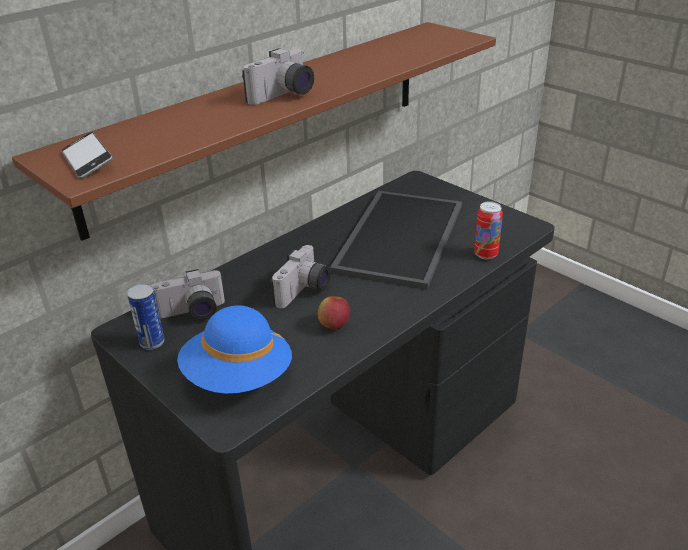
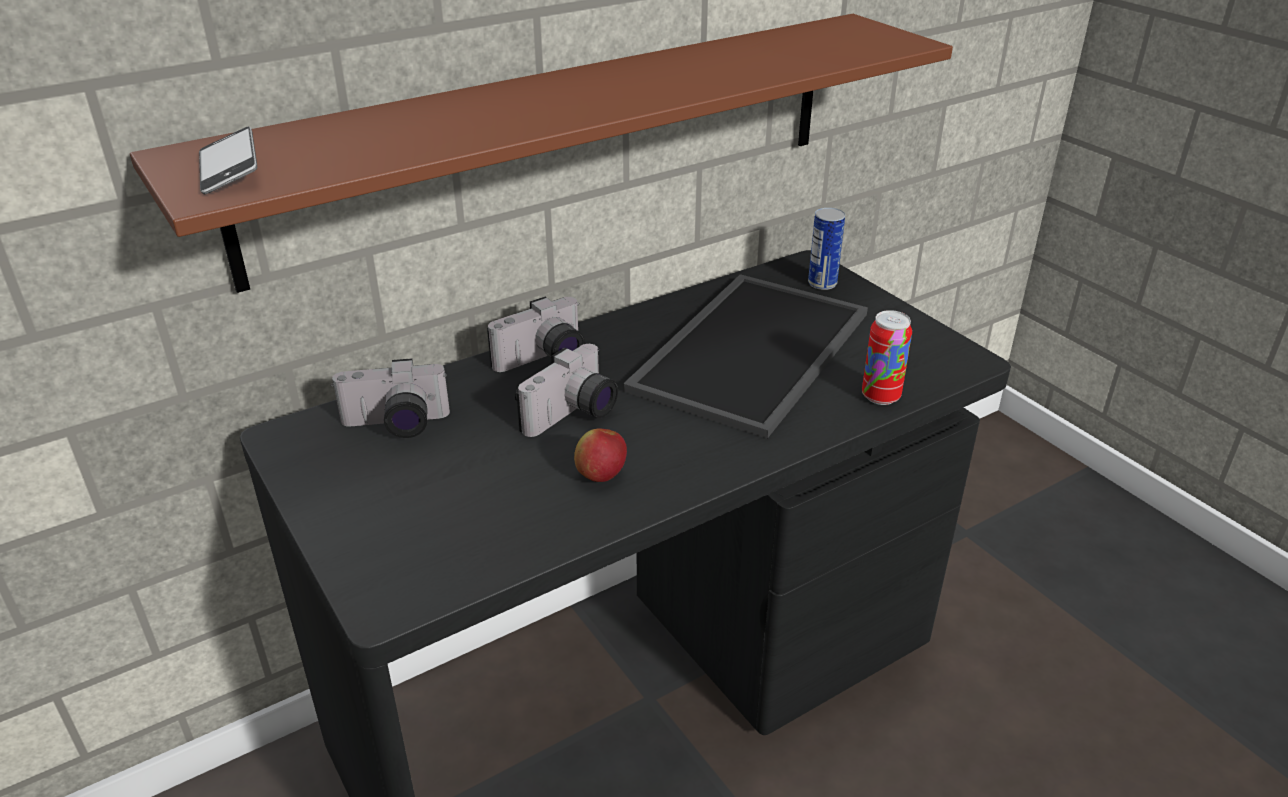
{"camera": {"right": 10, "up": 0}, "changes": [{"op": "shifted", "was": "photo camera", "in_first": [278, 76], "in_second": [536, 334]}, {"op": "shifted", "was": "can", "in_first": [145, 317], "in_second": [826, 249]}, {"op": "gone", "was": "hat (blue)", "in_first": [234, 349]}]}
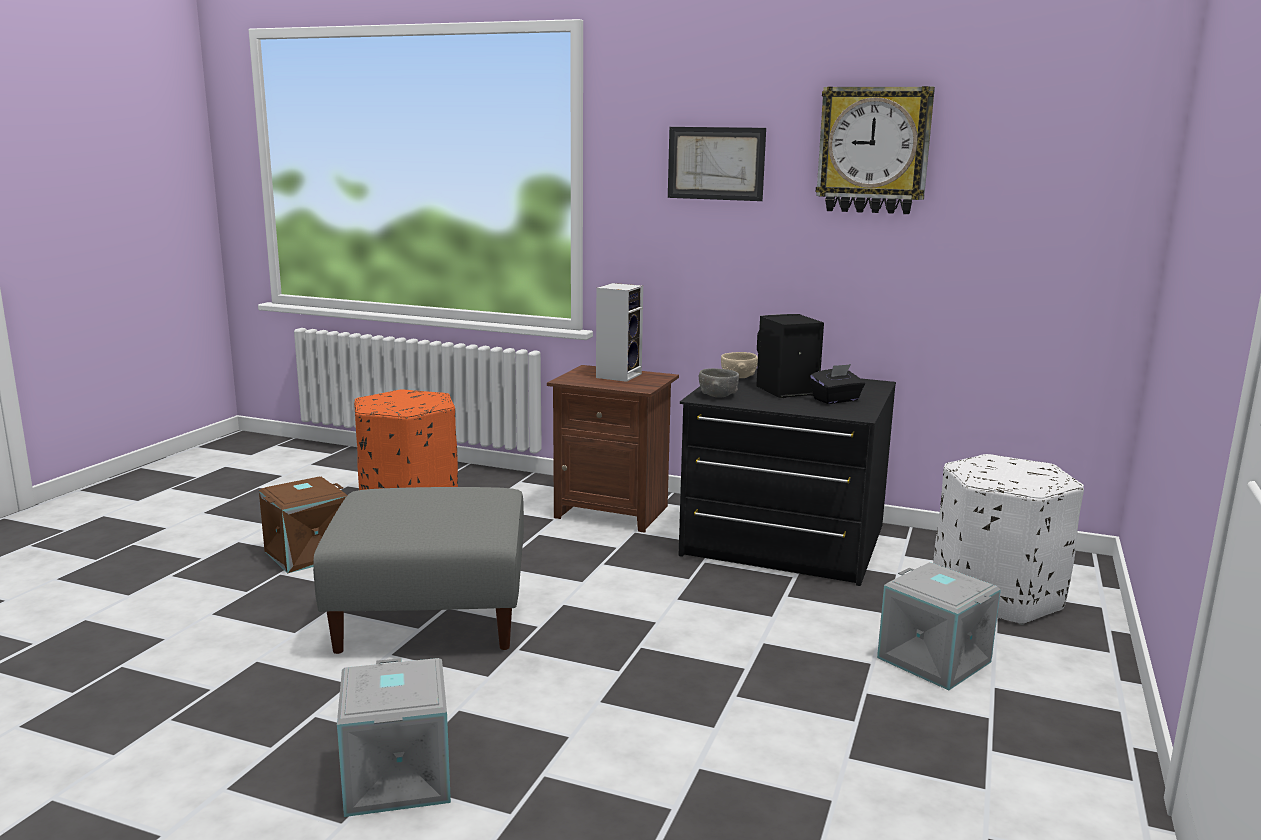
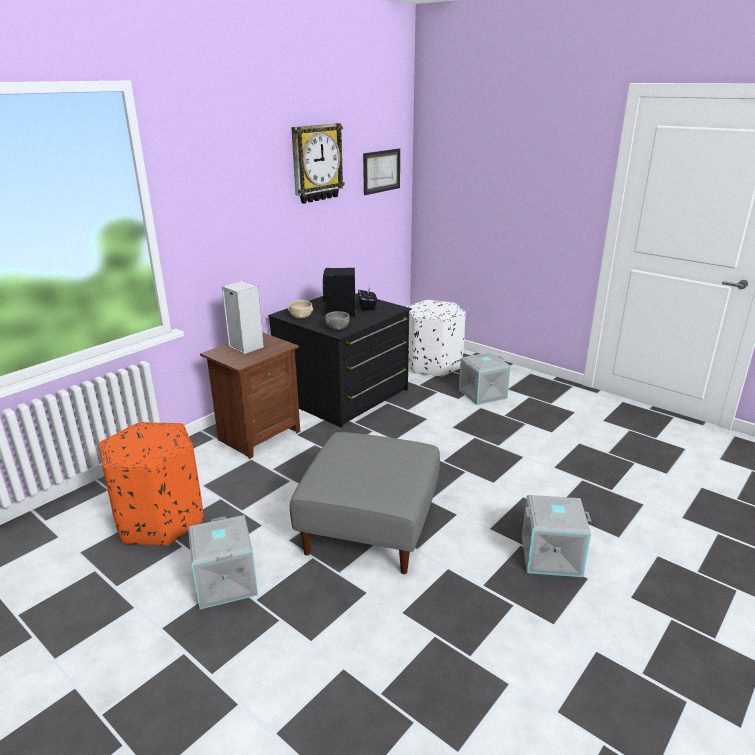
{"camera": {"right": -70, "up": 10}, "changes": [{"op": "shifted", "was": "picture", "in_first": [717, 164], "in_second": [381, 172]}, {"op": "repainted", "was": "storage box (brown)", "now": "storage box (grey)", "in_first": [303, 525], "in_second": [223, 562]}]}
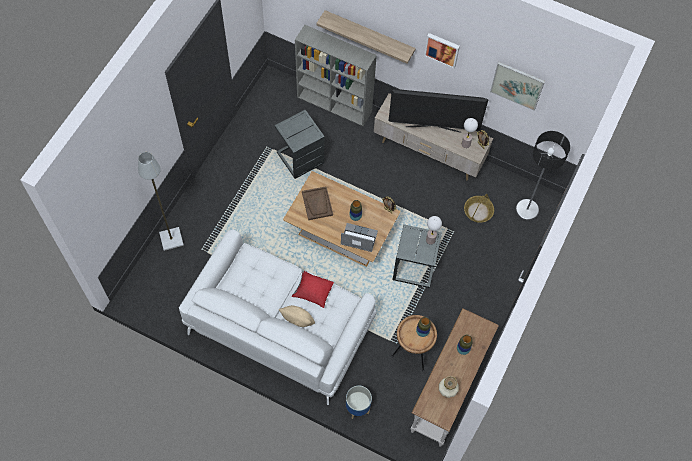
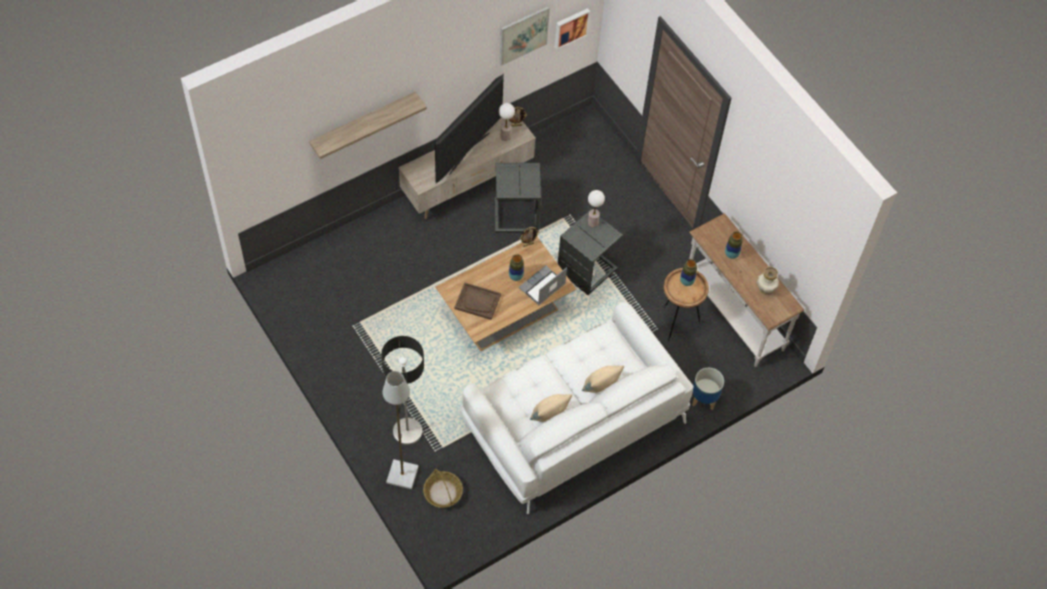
{"camera": {"right": -60, "up": -5}, "changes": [{"op": "gone", "was": "bookcase (grey)", "in_first": [336, 75]}, {"op": "shifted", "was": "picture", "in_first": [442, 51], "in_second": [572, 29]}, {"op": "shifted", "was": "side table (grey)", "in_first": [300, 144], "in_second": [518, 198]}, {"op": "shifted", "was": "floor lamp", "in_first": [543, 175], "in_second": [402, 390]}, {"op": "shifted", "was": "basket", "in_first": [479, 208], "in_second": [443, 488]}, {"op": "gone", "was": "pillow (red)", "in_first": [313, 289]}, {"op": "new", "now": "pillow (beige)", "in_second": [551, 408]}]}
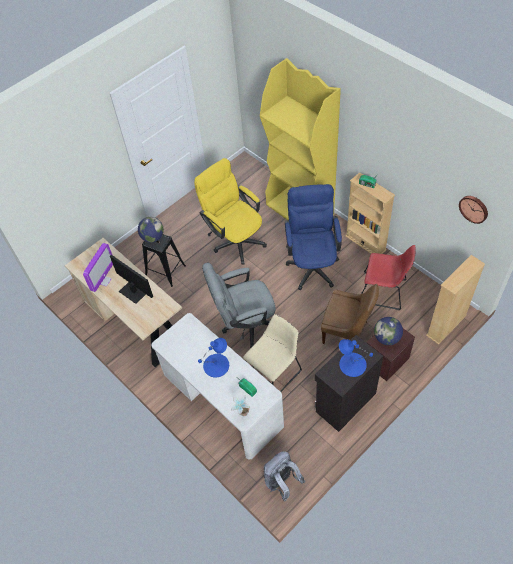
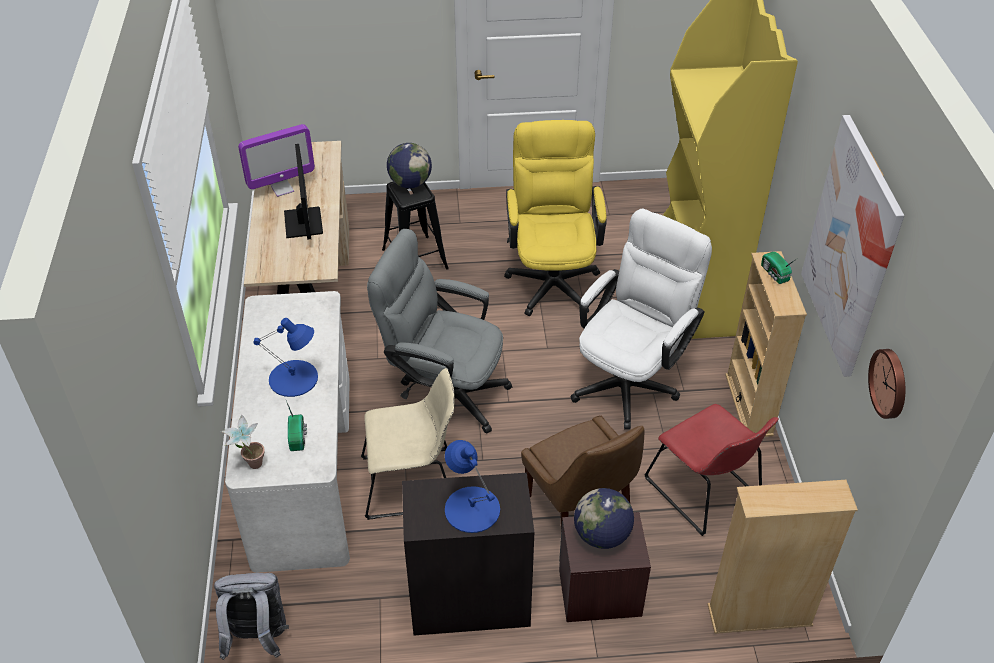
{"camera": {"right": 35, "up": -10}, "changes": [{"op": "repainted", "was": "office chair (blue)", "now": "office chair (white)", "in_first": [313, 237], "in_second": [641, 319]}, {"op": "new", "now": "picture", "in_second": [852, 246]}]}
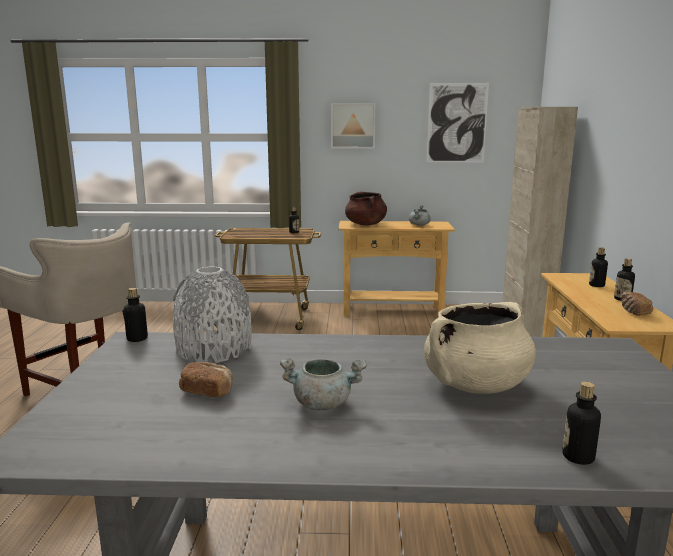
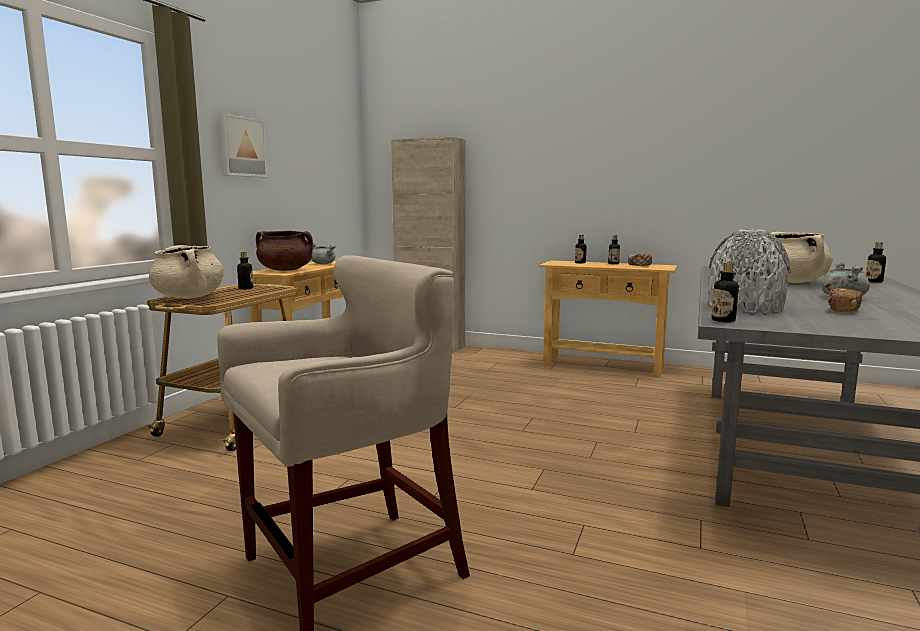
{"camera": {"right": -70, "up": -5}, "changes": [{"op": "gone", "was": "picture", "in_first": [458, 123]}, {"op": "new", "now": "cooking pot (beige)", "in_second": [186, 272]}]}
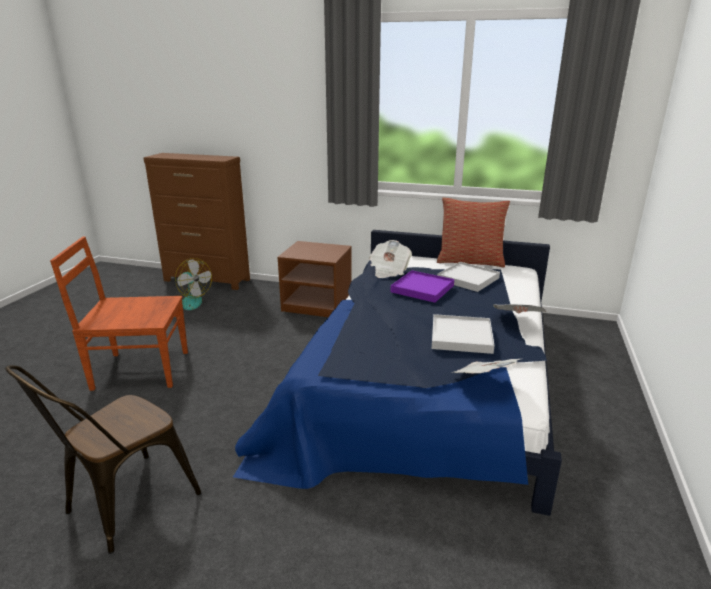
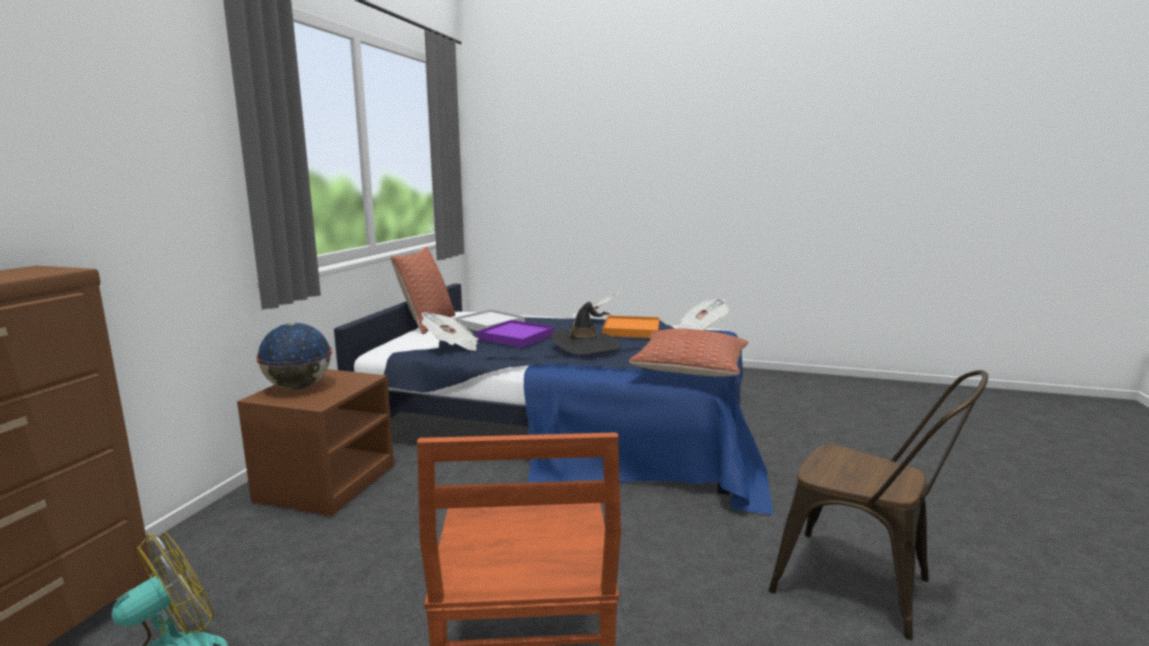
{"camera": {"right": -90, "up": -10}, "changes": [{"op": "repainted", "was": "tray (white)", "now": "tray (orange)", "in_first": [463, 334], "in_second": [630, 326]}, {"op": "new", "now": "hat (black)", "in_second": [586, 328]}, {"op": "new", "now": "globe", "in_second": [294, 356]}, {"op": "new", "now": "pillow", "in_second": [688, 353]}]}
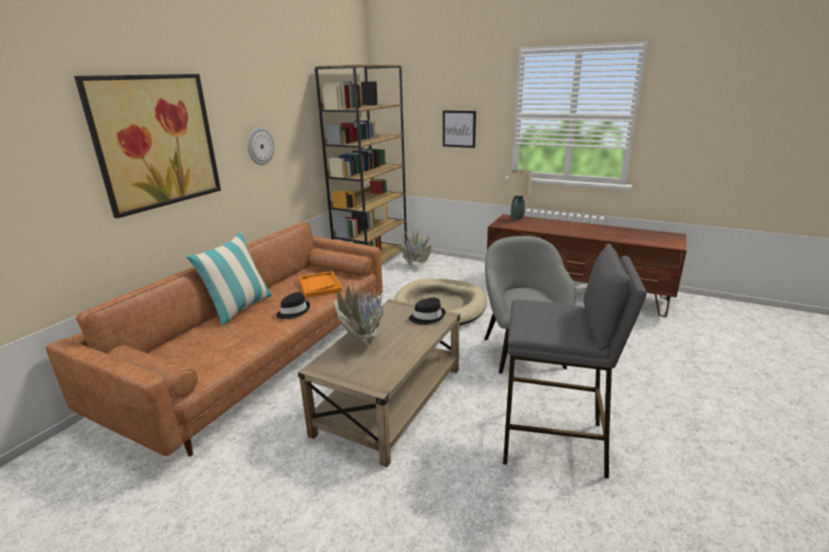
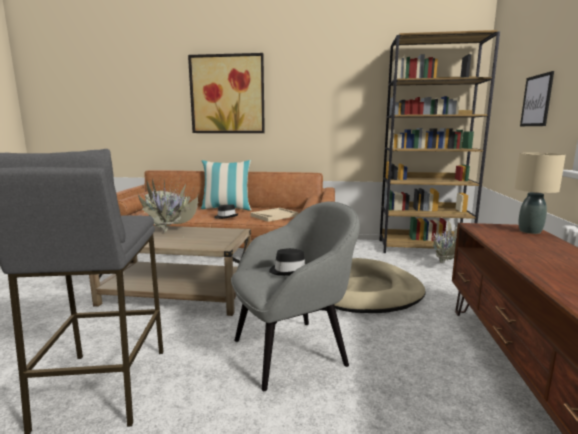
{"camera": {"right": 70, "up": -10}, "changes": [{"op": "gone", "was": "wall clock", "in_first": [261, 146]}, {"op": "repainted", "was": "tray (orange)", "now": "tray (beige)", "in_first": [320, 284], "in_second": [274, 215]}, {"op": "shifted", "was": "hat (black)", "in_first": [427, 311], "in_second": [287, 262]}]}
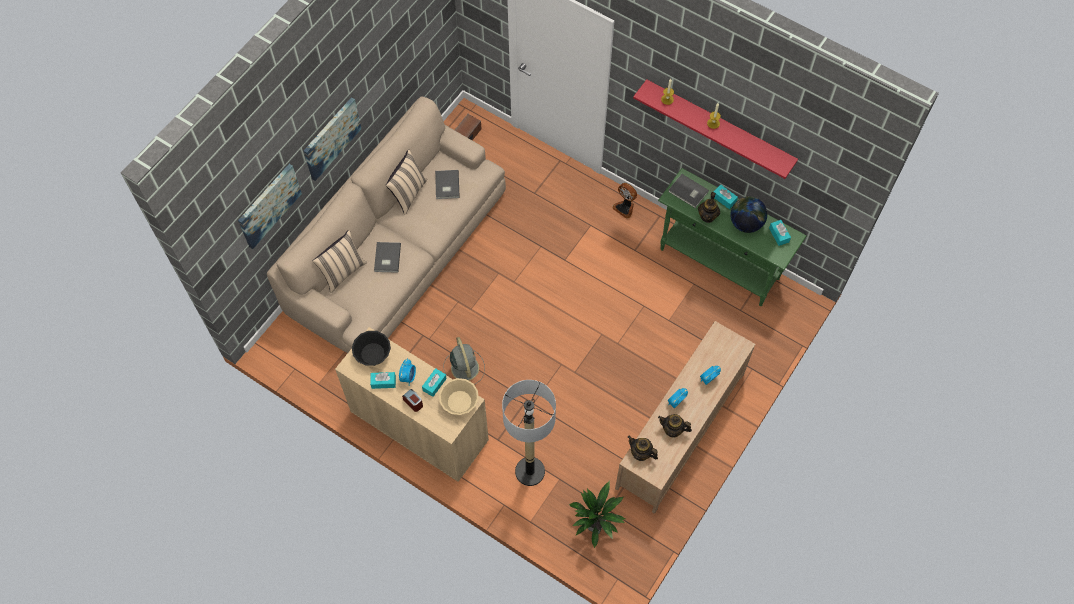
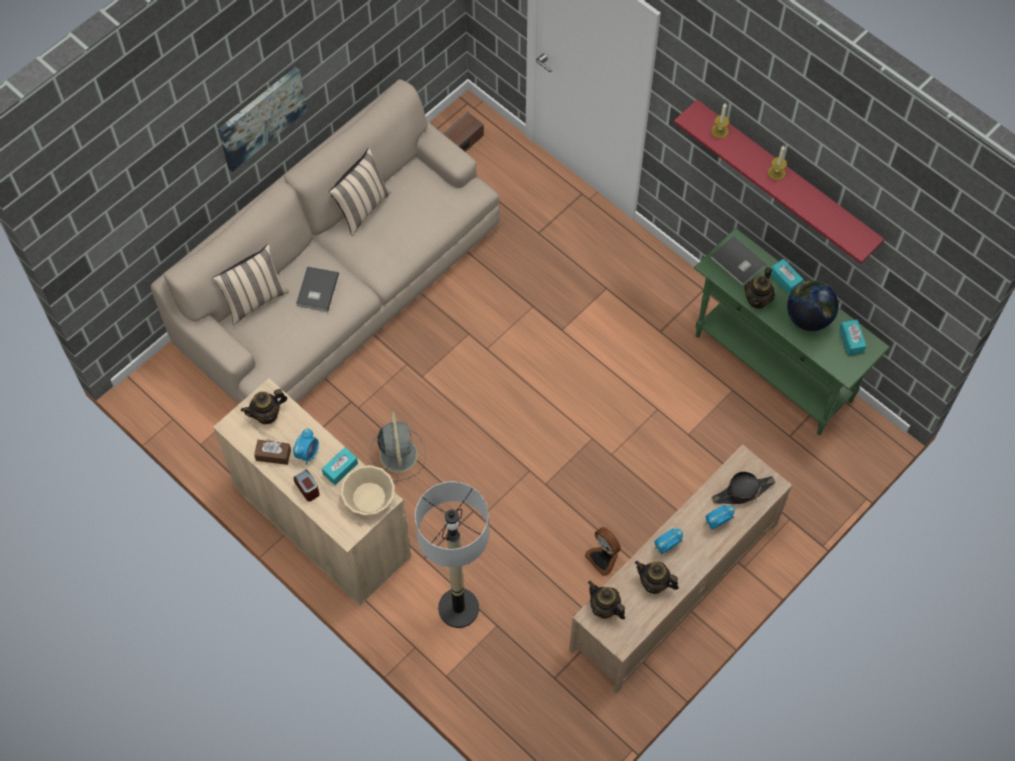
{"camera": {"right": 10, "up": 0}, "changes": [{"op": "gone", "was": "picture", "in_first": [270, 206]}, {"op": "gone", "was": "book (grey)", "in_first": [447, 184]}, {"op": "shifted", "was": "fan", "in_first": [624, 201], "in_second": [603, 551]}, {"op": "swapped", "was": "bowl (black)", "now": "teapot", "in_first": [371, 348], "in_second": [264, 406]}, {"op": "repainted", "was": "tissue box (turquoise)", "now": "tissue box (brown)", "in_first": [383, 380], "in_second": [272, 452]}, {"op": "gone", "was": "potted plant", "in_first": [597, 514]}, {"op": "new", "now": "hat (black)", "in_second": [743, 487]}]}
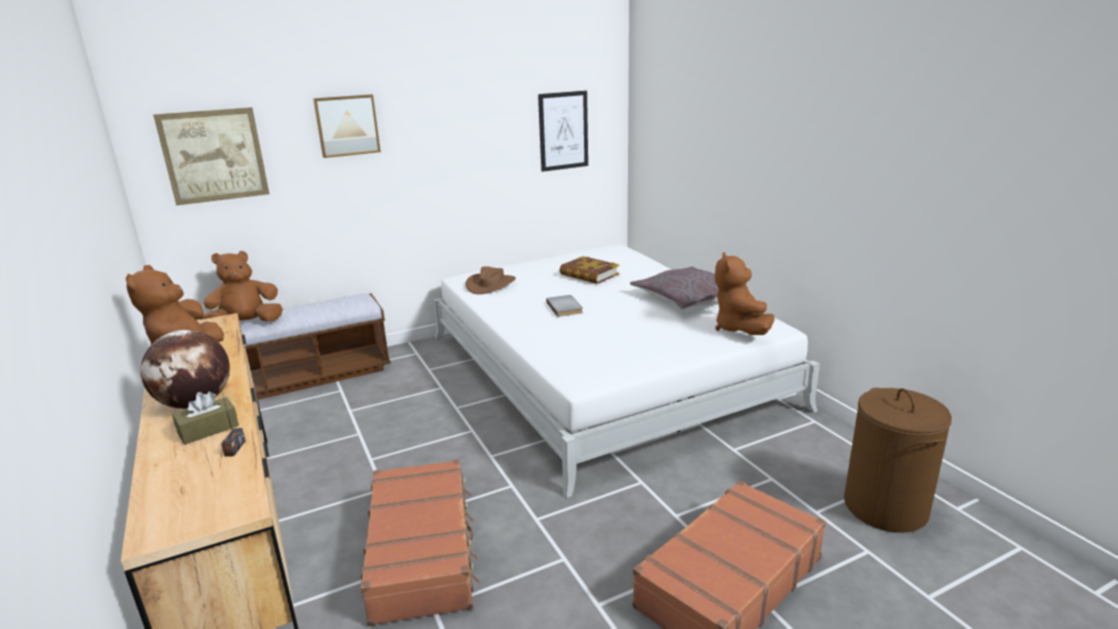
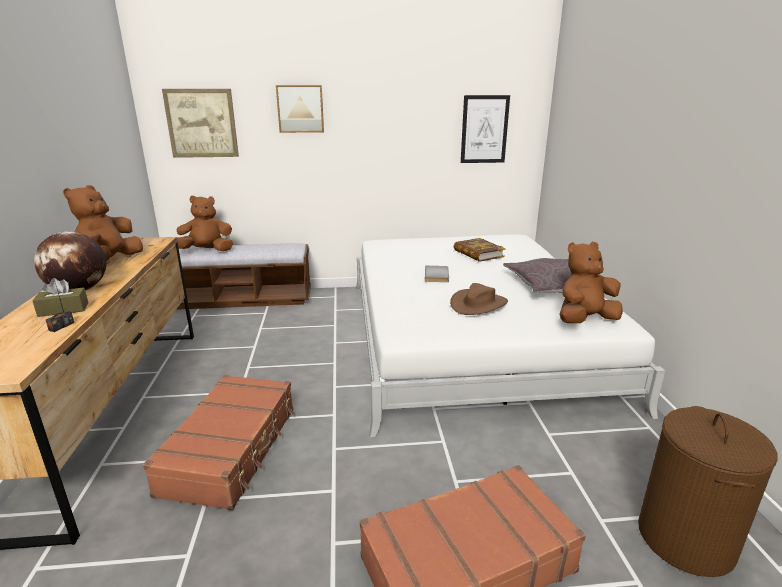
{"camera": {"right": 20, "up": 0}, "changes": [{"op": "rotated", "was": "plush toy (brown)", "in_first": [744, 293], "in_second": [591, 282], "clockwise": 45}, {"op": "shifted", "was": "hat (brown)", "in_first": [491, 280], "in_second": [479, 299]}]}
